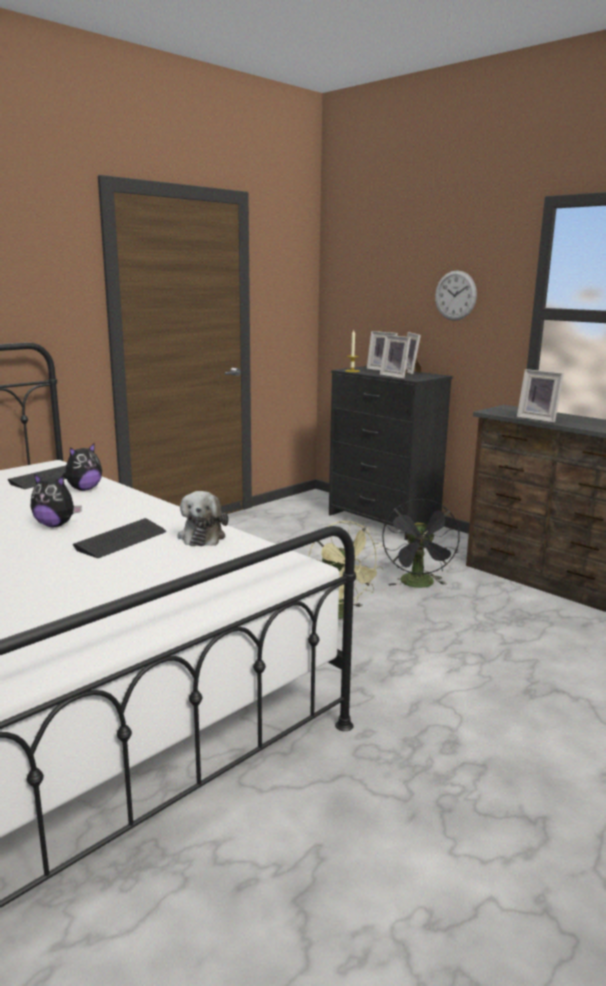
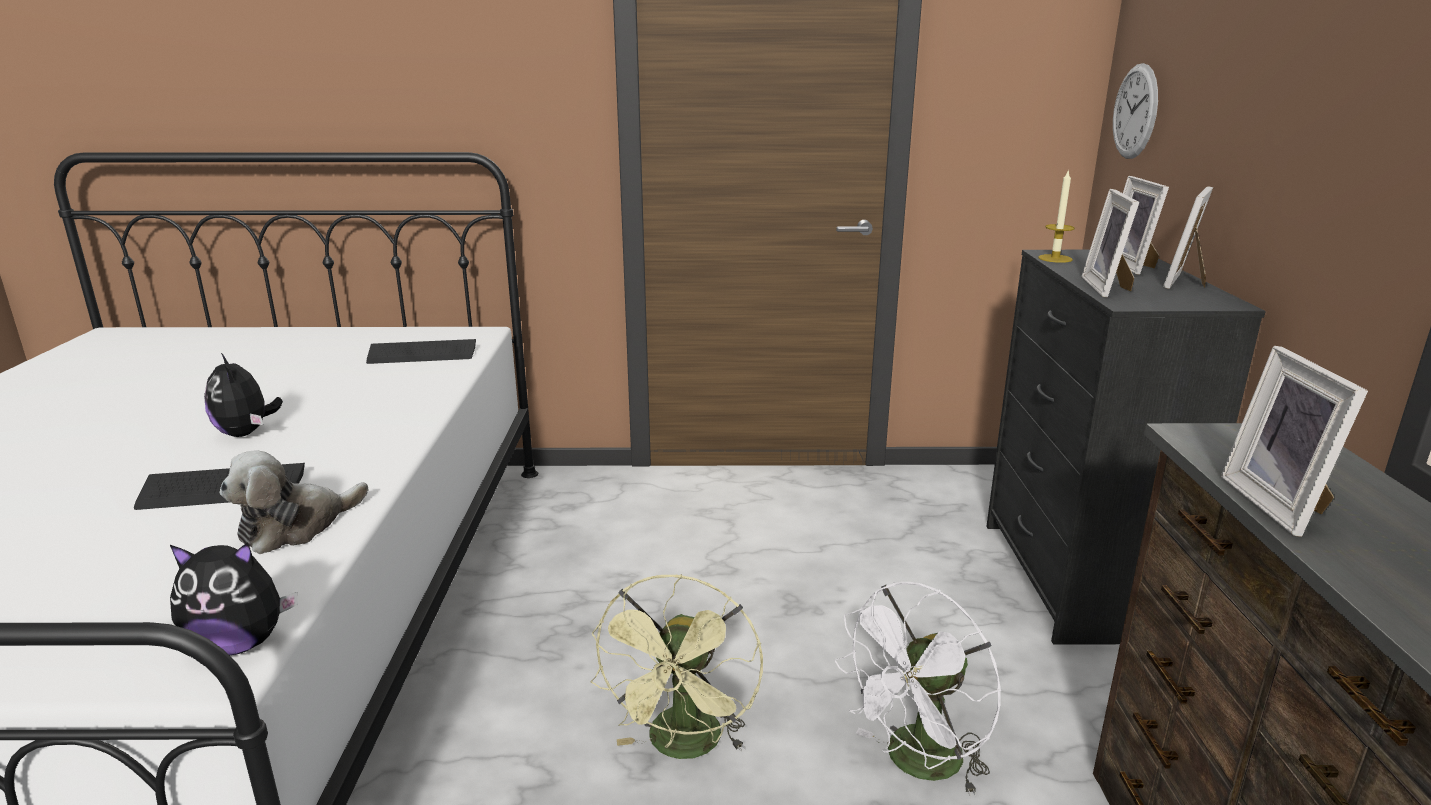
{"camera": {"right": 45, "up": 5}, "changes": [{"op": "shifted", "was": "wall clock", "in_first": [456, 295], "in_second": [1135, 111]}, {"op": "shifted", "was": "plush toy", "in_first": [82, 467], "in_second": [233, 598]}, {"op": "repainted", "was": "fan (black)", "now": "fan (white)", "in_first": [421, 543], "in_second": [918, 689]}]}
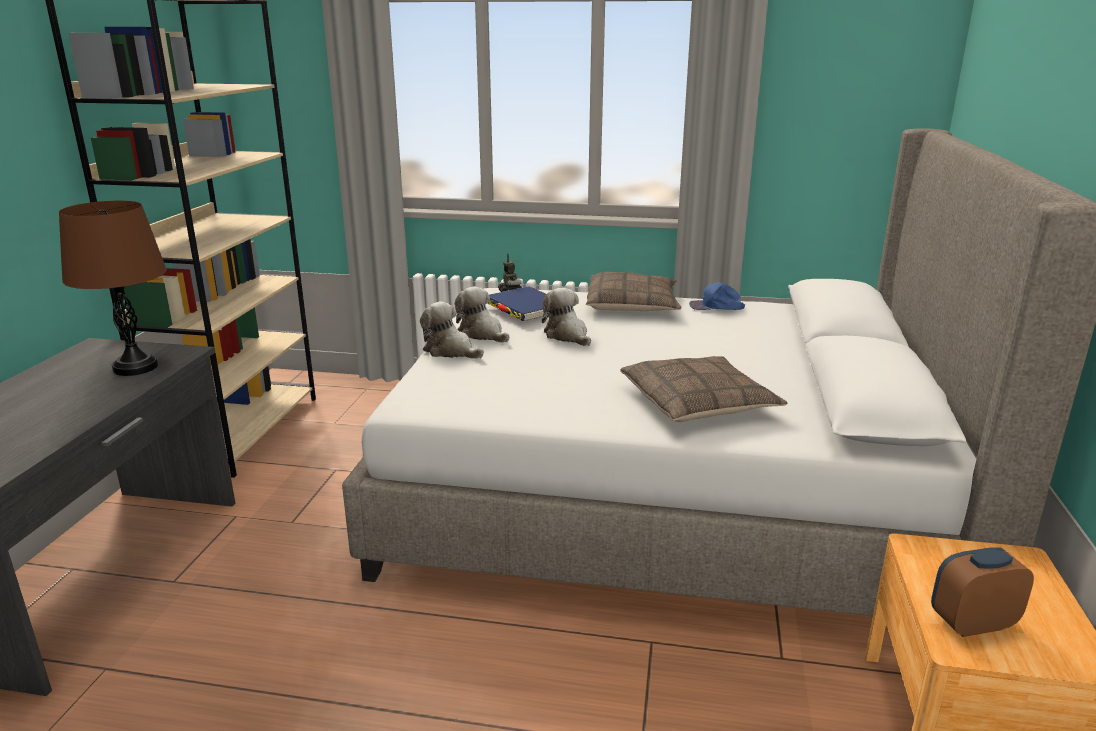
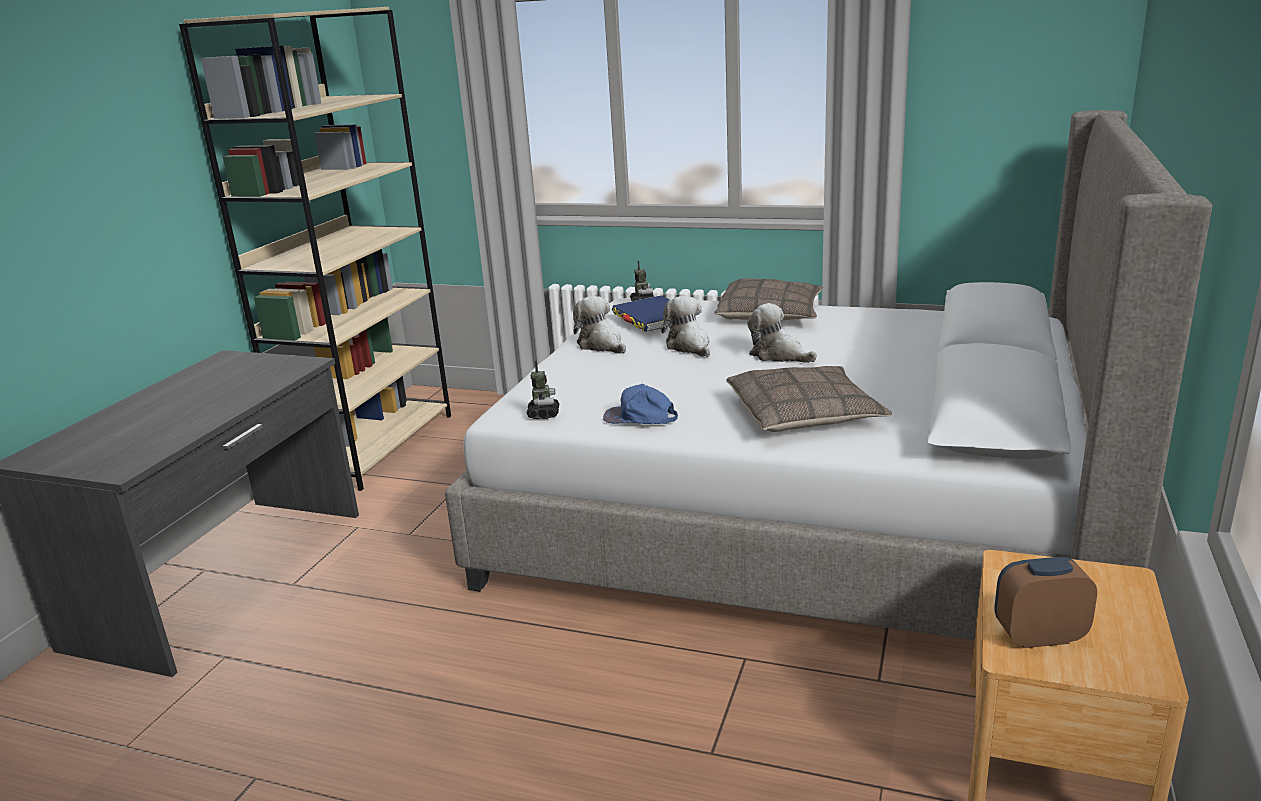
{"camera": {"right": 10, "up": 0}, "changes": [{"op": "gone", "was": "table lamp (brown)", "in_first": [113, 288]}, {"op": "shifted", "was": "cap (blue)", "in_first": [717, 296], "in_second": [640, 404]}, {"op": "shifted", "was": "plush toy", "in_first": [452, 330], "in_second": [782, 333]}, {"op": "new", "now": "toy robot", "in_second": [543, 390]}]}
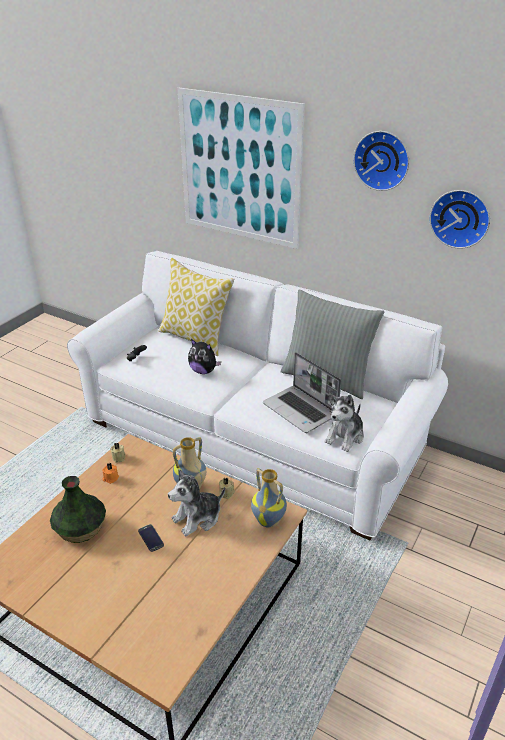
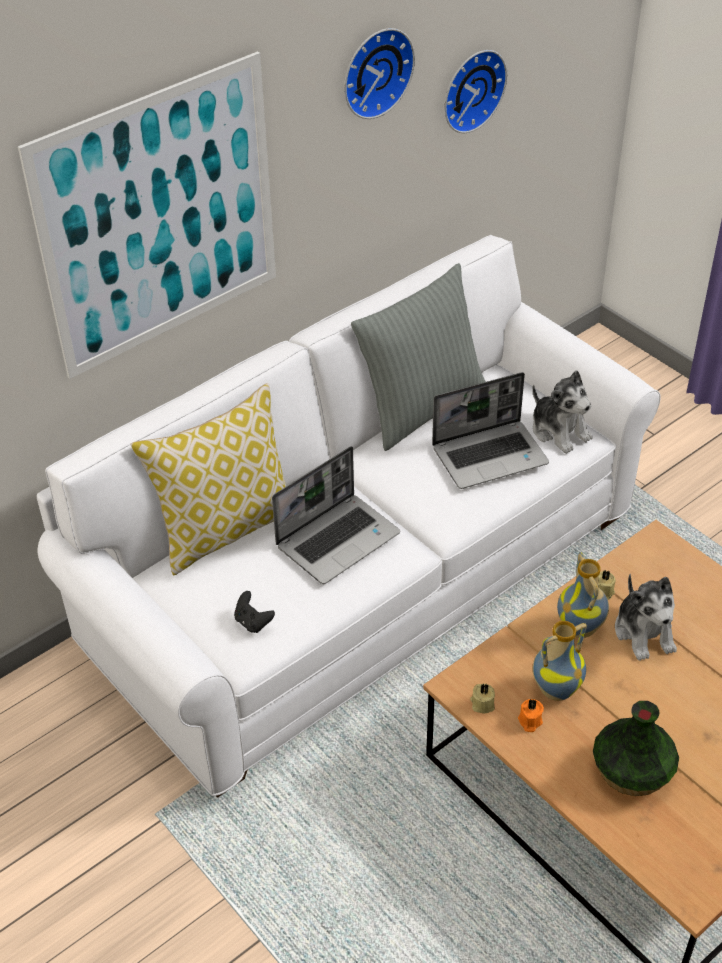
{"camera": {"right": -70, "up": 10}, "changes": [{"op": "swapped", "was": "plush toy", "now": "laptop", "in_first": [204, 356], "in_second": [336, 515]}, {"op": "shifted", "was": "vase", "in_first": [269, 498], "in_second": [560, 661]}, {"op": "gone", "was": "phone", "in_first": [151, 538]}]}
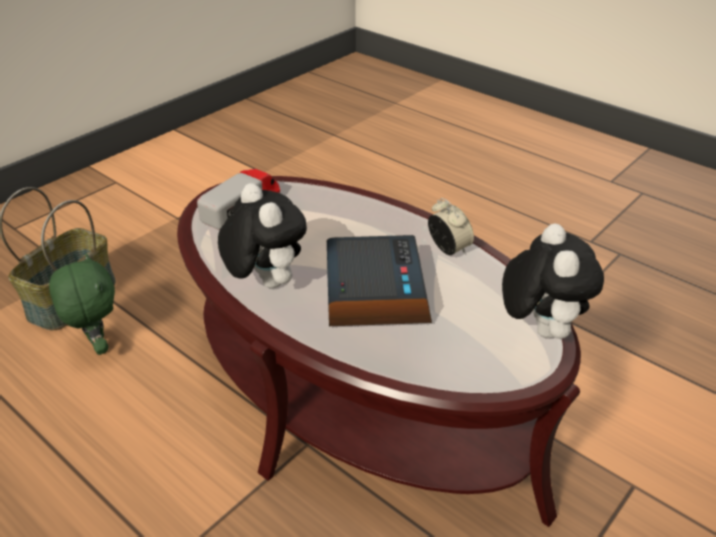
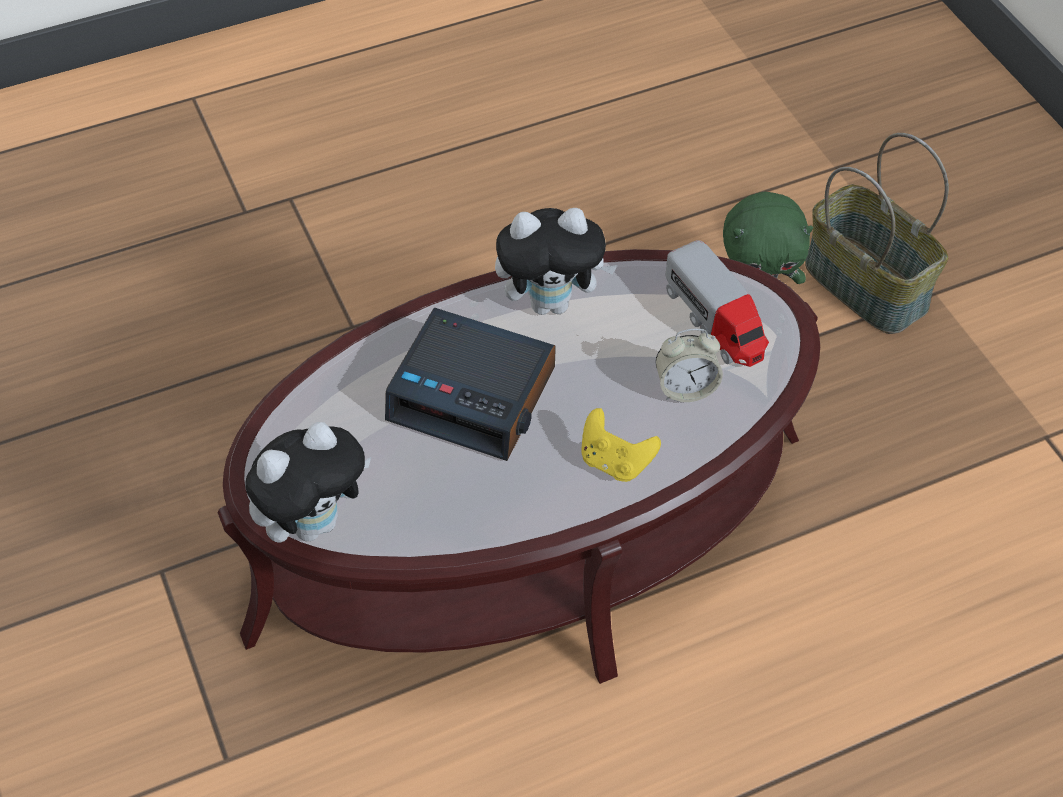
{"camera": {"right": 115, "up": 15}, "changes": [{"op": "shifted", "was": "alarm clock", "in_first": [451, 226], "in_second": [689, 365]}, {"op": "rotated", "was": "plush toy", "in_first": [553, 281], "in_second": [308, 482], "clockwise": -60}, {"op": "new", "now": "game controller (yellow)", "in_second": [621, 445]}]}
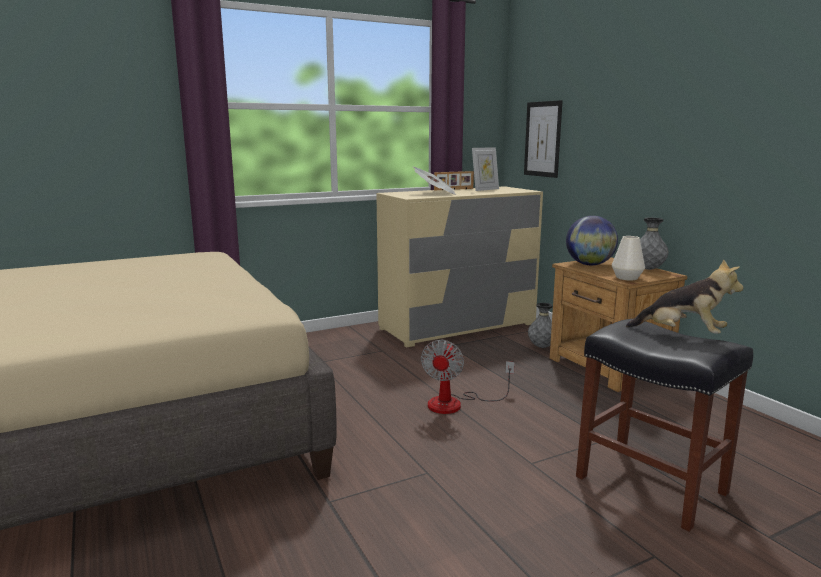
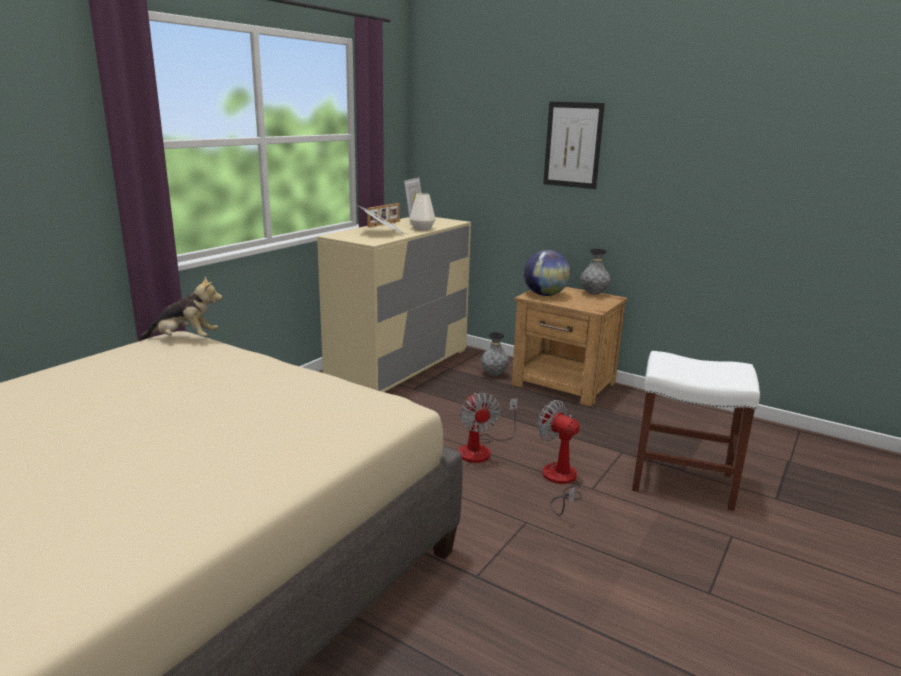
{"camera": {"right": -30, "up": 5}, "changes": [{"op": "shifted", "was": "picture", "in_first": [543, 139], "in_second": [574, 145]}, {"op": "shifted", "was": "vase (white)", "in_first": [628, 258], "in_second": [423, 211]}, {"op": "shifted", "was": "plush toy", "in_first": [685, 296], "in_second": [181, 308]}, {"op": "repainted", "was": "stool (black)", "now": "stool (white)", "in_first": [664, 425], "in_second": [696, 431]}, {"op": "new", "now": "fan", "in_second": [559, 458]}]}
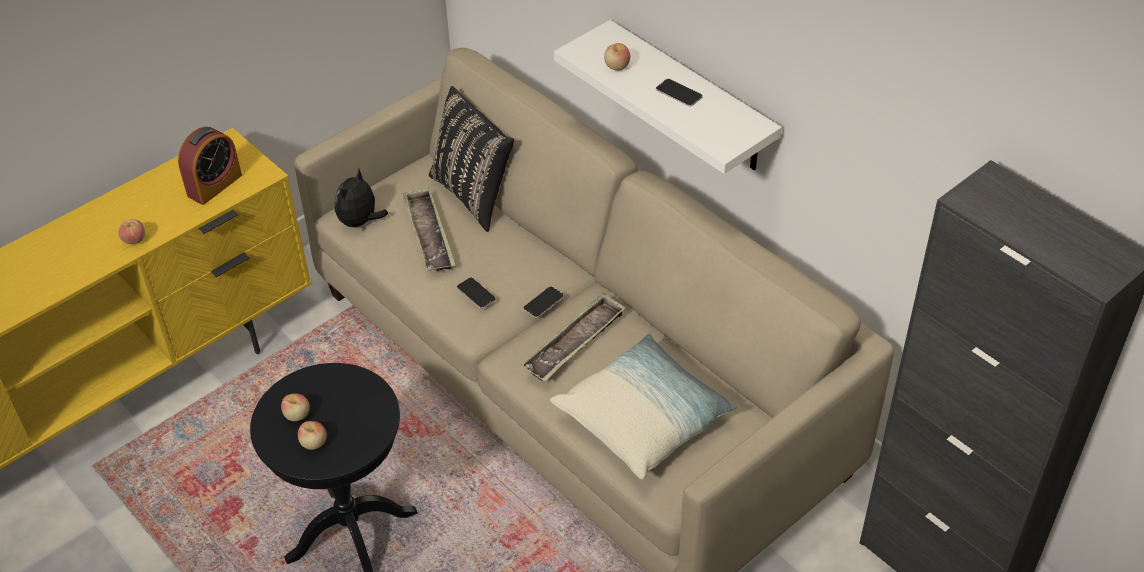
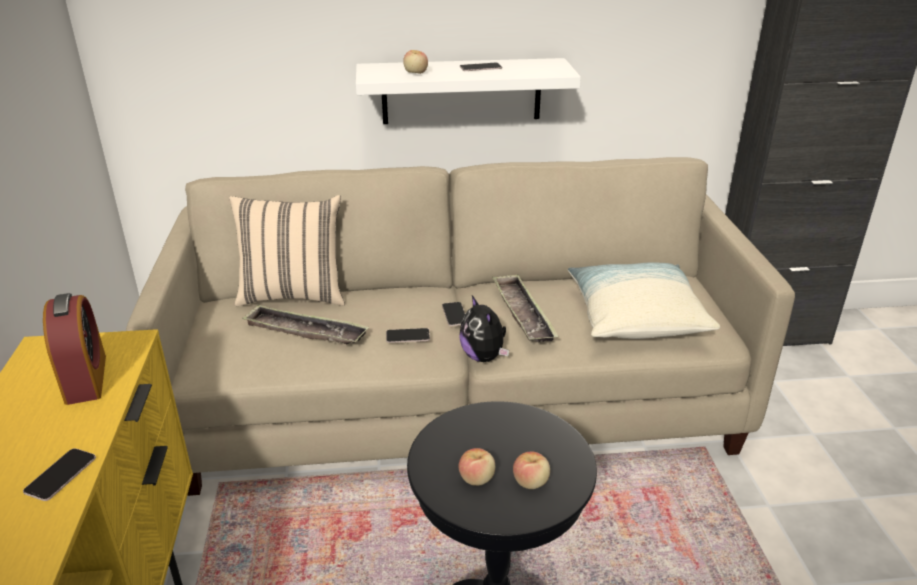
{"camera": {"right": -55, "up": -15}, "changes": [{"op": "repainted", "was": "pillow (black)", "now": "pillow (beige)", "in_first": [471, 159], "in_second": [287, 250]}, {"op": "shifted", "was": "plush toy", "in_first": [361, 197], "in_second": [484, 328]}, {"op": "swapped", "was": "apple", "now": "phone", "in_first": [131, 231], "in_second": [59, 474]}]}
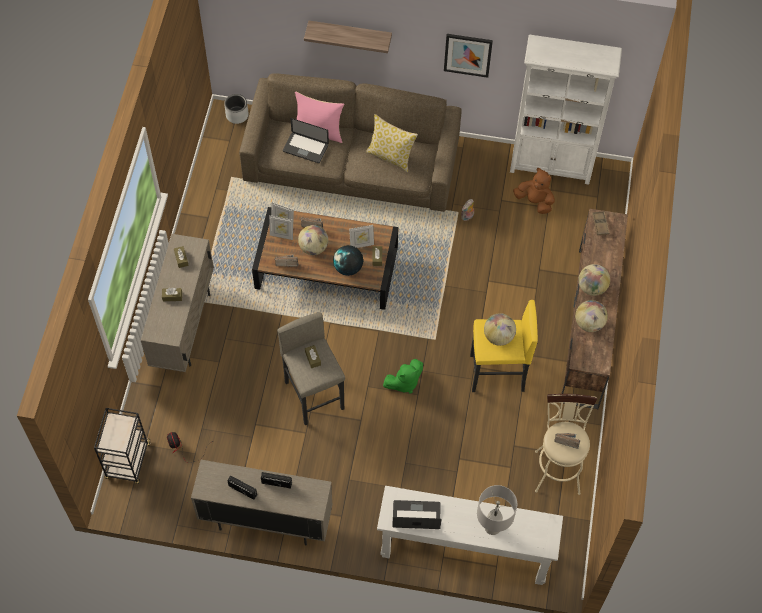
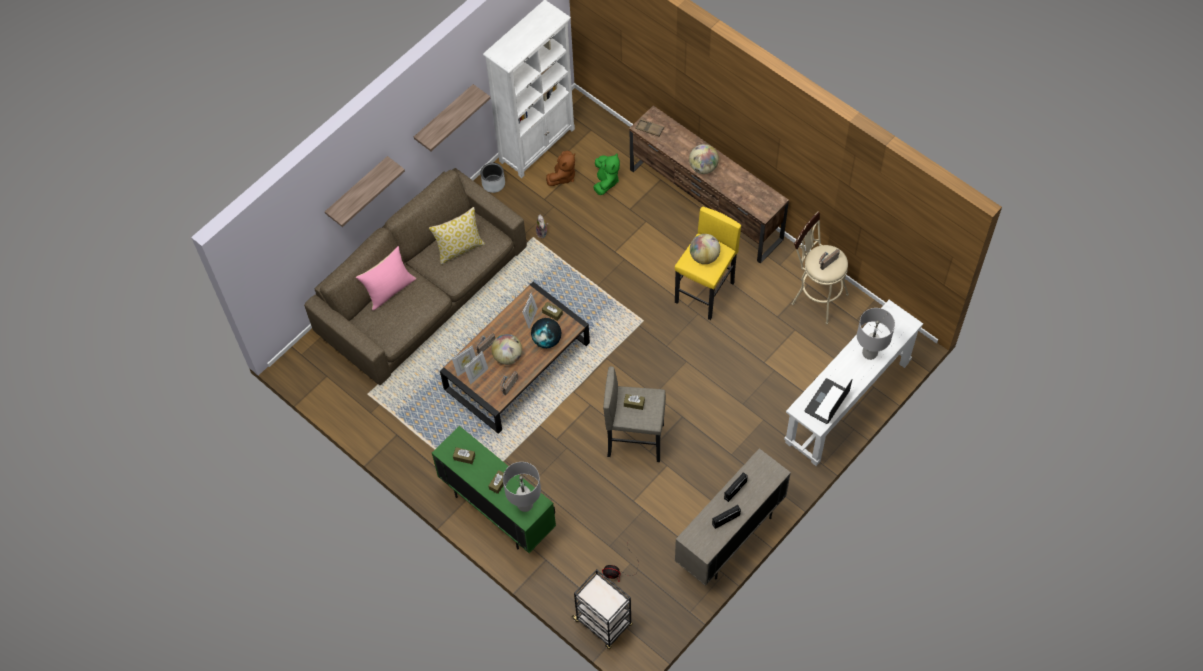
{"camera": {"right": -55, "up": 0}, "changes": [{"op": "swapped", "was": "picture", "now": "shelf", "in_first": [468, 56], "in_second": [452, 117]}, {"op": "shifted", "was": "planter (grey)", "in_first": [236, 109], "in_second": [493, 178]}, {"op": "gone", "was": "laptop", "in_first": [306, 140]}, {"op": "rotated", "was": "plush toy (brown)", "in_first": [534, 191], "in_second": [560, 168], "clockwise": 150}, {"op": "repainted", "was": "cabinet (beige)", "now": "cabinet (green)", "in_first": [177, 303], "in_second": [494, 489]}, {"op": "gone", "was": "globe", "in_first": [591, 316]}, {"op": "shifted", "was": "plush toy (green)", "in_first": [403, 376], "in_second": [606, 174]}, {"op": "new", "now": "table lamp (grey)", "in_second": [522, 487]}]}
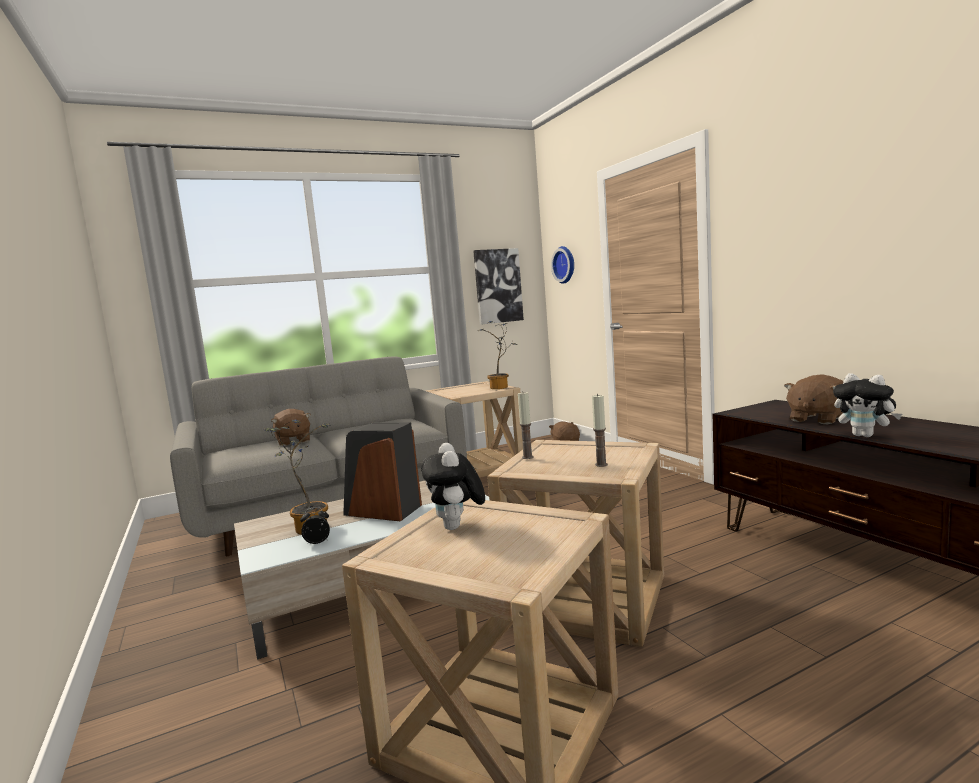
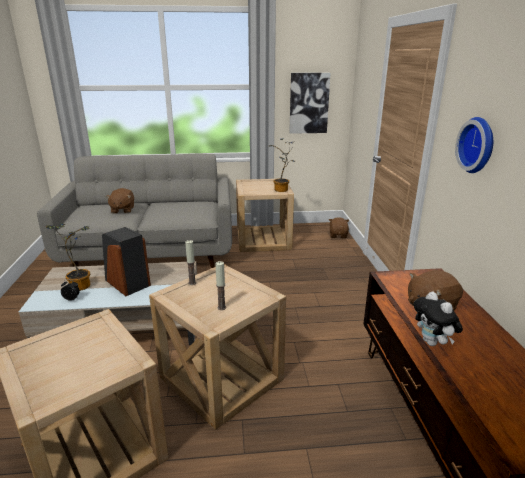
{"camera": {"right": 20, "up": 15}, "changes": [{"op": "shifted", "was": "wall clock", "in_first": [562, 265], "in_second": [474, 145]}, {"op": "gone", "was": "plush toy", "in_first": [453, 486]}]}
